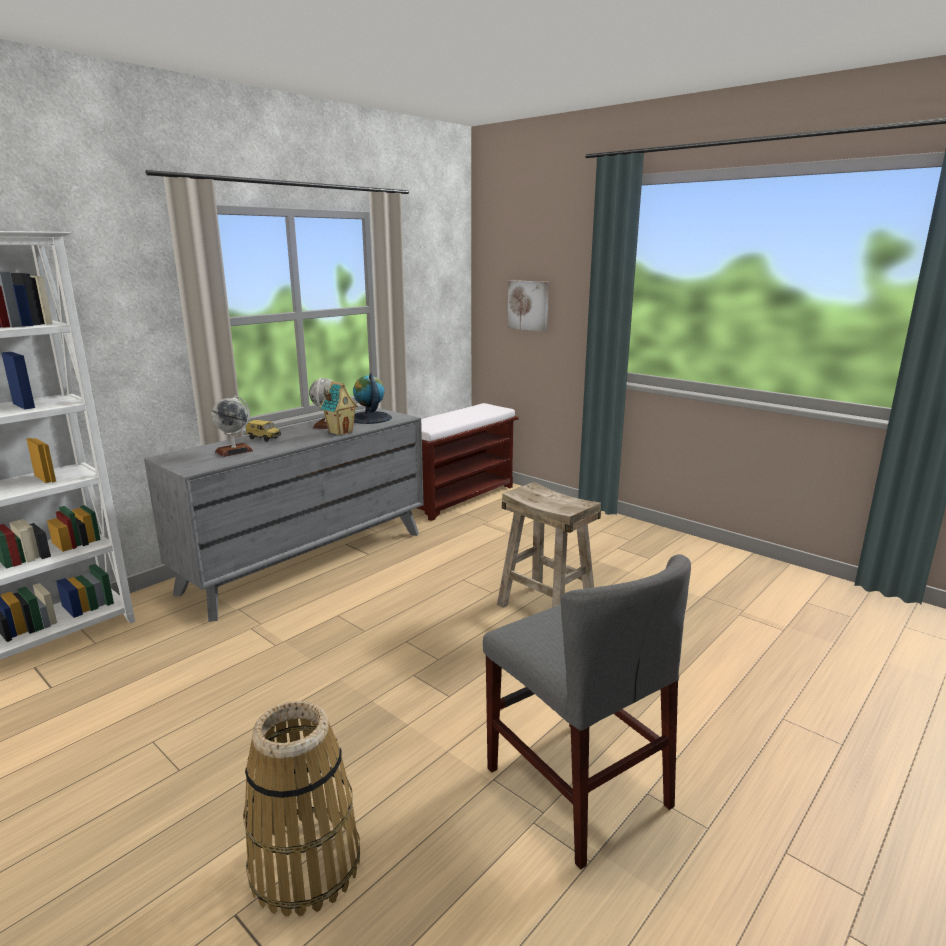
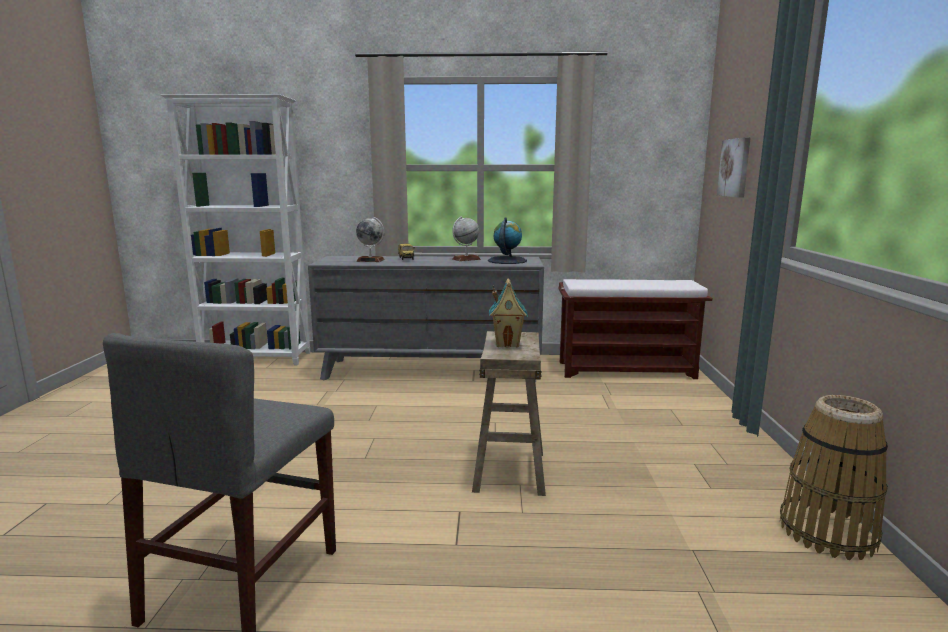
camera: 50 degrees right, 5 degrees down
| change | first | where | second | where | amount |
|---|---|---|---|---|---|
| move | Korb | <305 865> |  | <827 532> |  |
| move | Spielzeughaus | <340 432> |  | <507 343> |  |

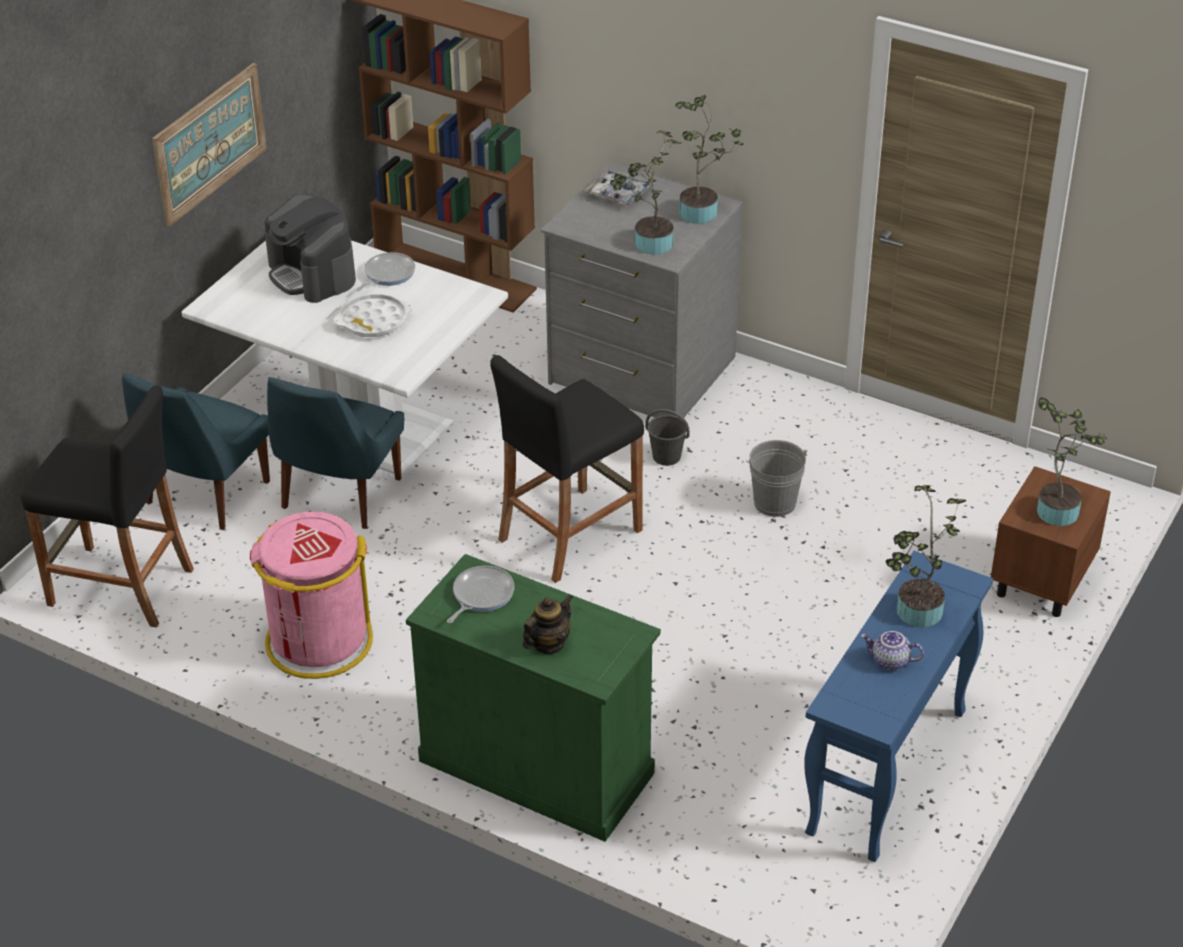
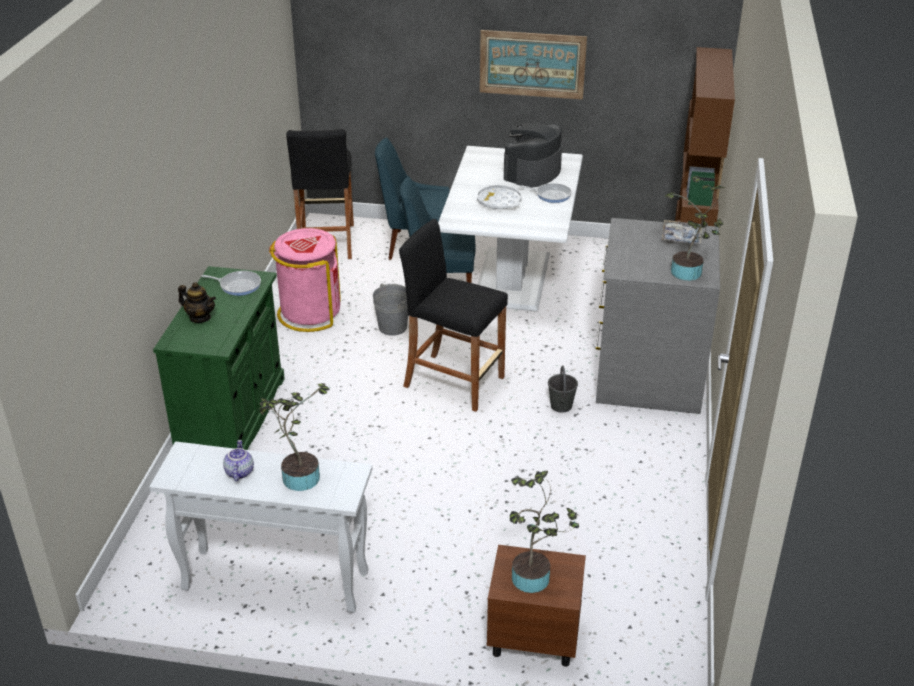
camera: 70 degrees right, 5 degrees down
| change | first | where | second | where | amount |
|---|---|---|---|---|---|
| delete | Topfpflanze | <649 244> |  |  |  |
| move | Eimer [grau] | <775 502> |  | <393 327> |  |
| recolor | Konsolentisch [blau] | <887 773> | Konsolentisch [weiß] | <274 581> |  |

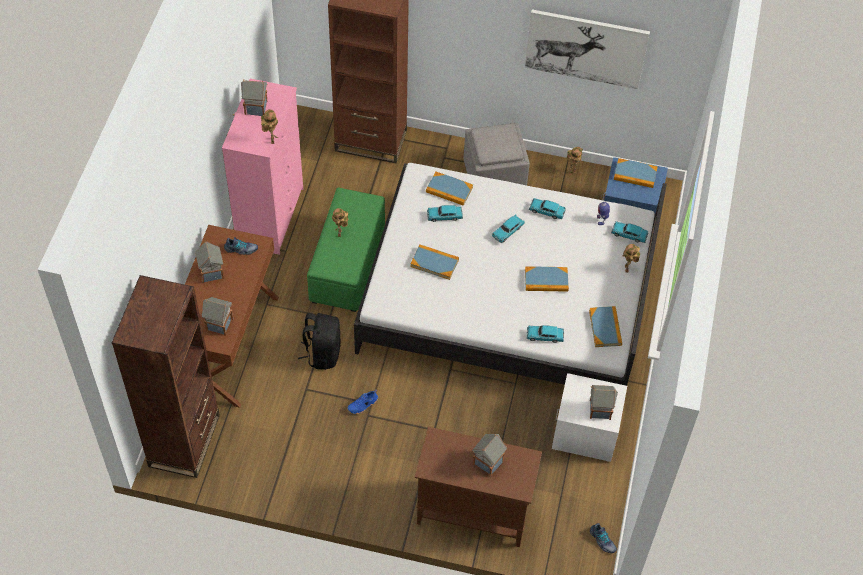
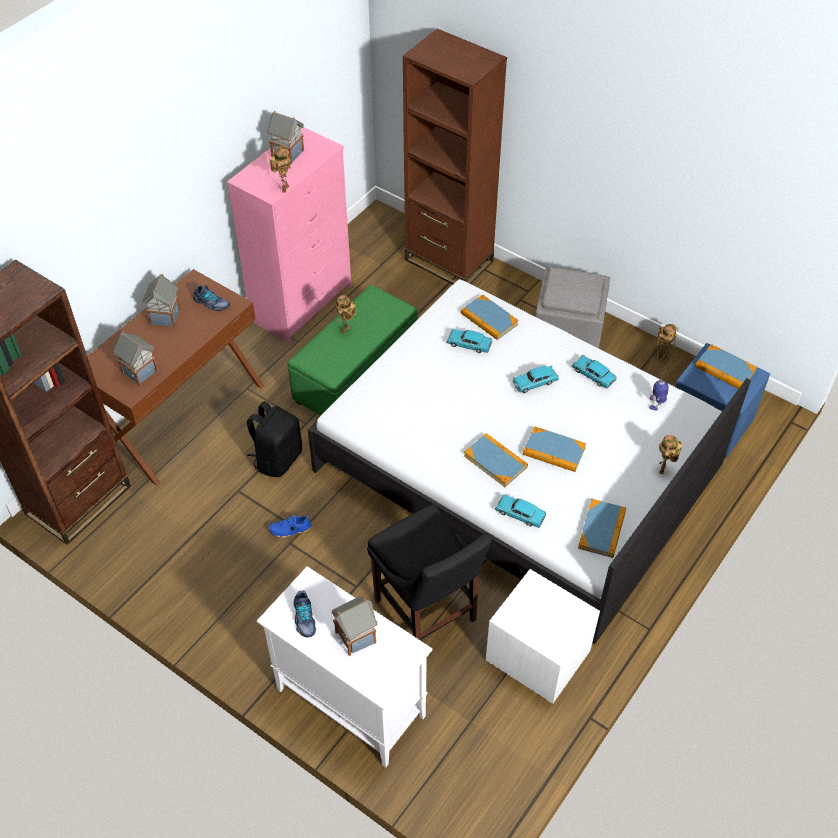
camera: 25 degrees right, 5 degrees down
| change | first | where | second | where | amount |
|---|---|---|---|---|---|
| move | Buch | <434 263> |  | <495 461> |  |
| recolor | Schrank [braun] | <472 513> | Schrank [weiß] | <349 702> |  |
| delete | Bild | <586 48> |  |  |  |
| delete | Spielzeughaus | <599 410> |  |  |  |
| move | Schuh | <602 541> |  | <304 618> |  |
| delete | Spielzeugauto [türkis] | <629 235> |  |  |  |
| insert |  |  | Stuhl [schwarz] | <427 614> |  |

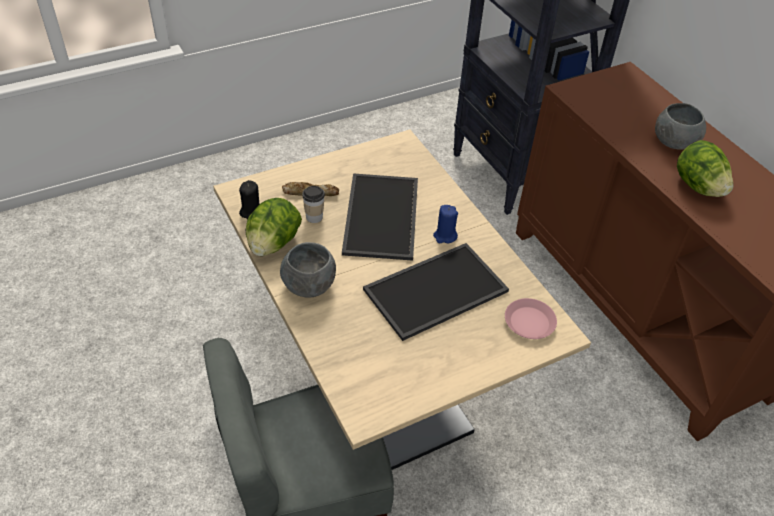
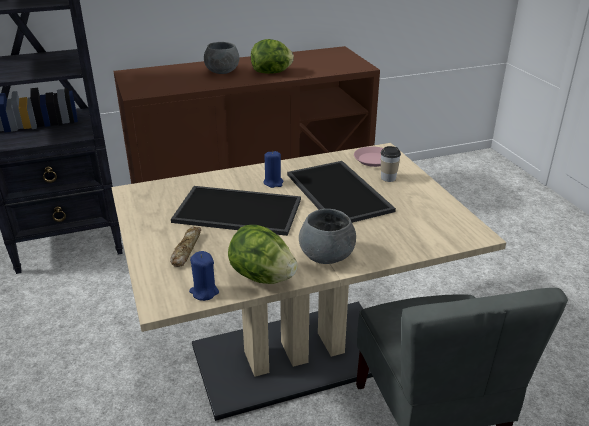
camera: 80 degrees left, 15 degrees down
| change | first | where | second | where | amount |
|---|---|---|---|---|---|
| recolor | Kerze [schwarz] | <251 212> | Kerze [blau] | <204 292> |  |
| move | Tasse | <314 217> |  | <388 178> |  |

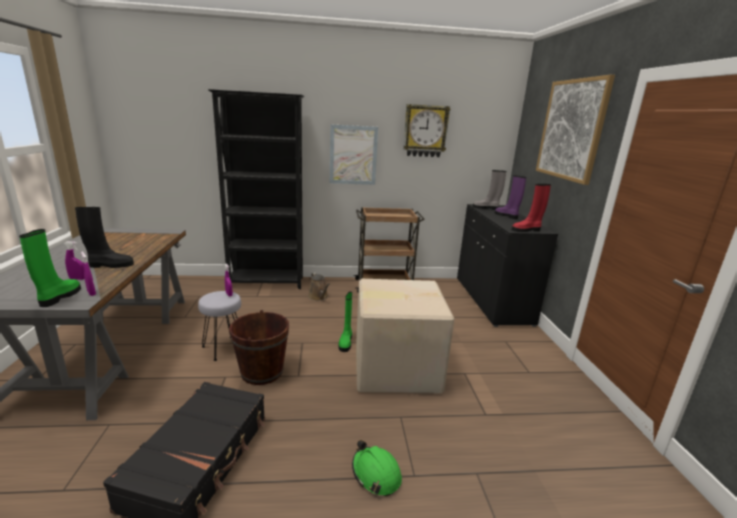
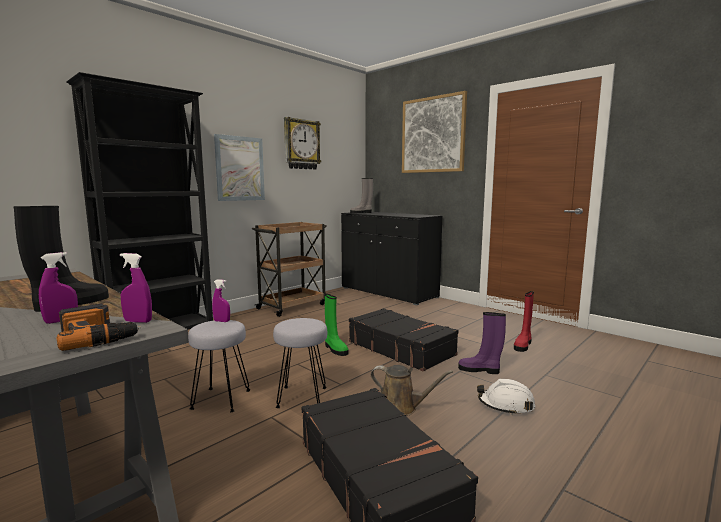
camera: 40 degrees left, 10 degrees down
| change | first | where | second | where | amount |
|---|---|---|---|---|---|
| replace | Stiefel [grün] | <59 297> | Bohrmaschine | <98 335> |  |
| replace | Eimer [braun] | <262 372> | Hocker [grau] | <302 397> |  |
| move | Gießkanne [braun] | <319 297> |  | <402 407> |  |
| recolor | Schutzhelm [grün] | <376 474> | Schutzhelm [weiß] | <506 405> |  |
| replace | Karton | <394 367> | Koffer [schwarz] | <401 348> |  |
| move | Stiefel [lila] | <507 216> |  | <480 370> |  |
| move | Stiefel [rot] | <526 230> |  | <523 345> |  |

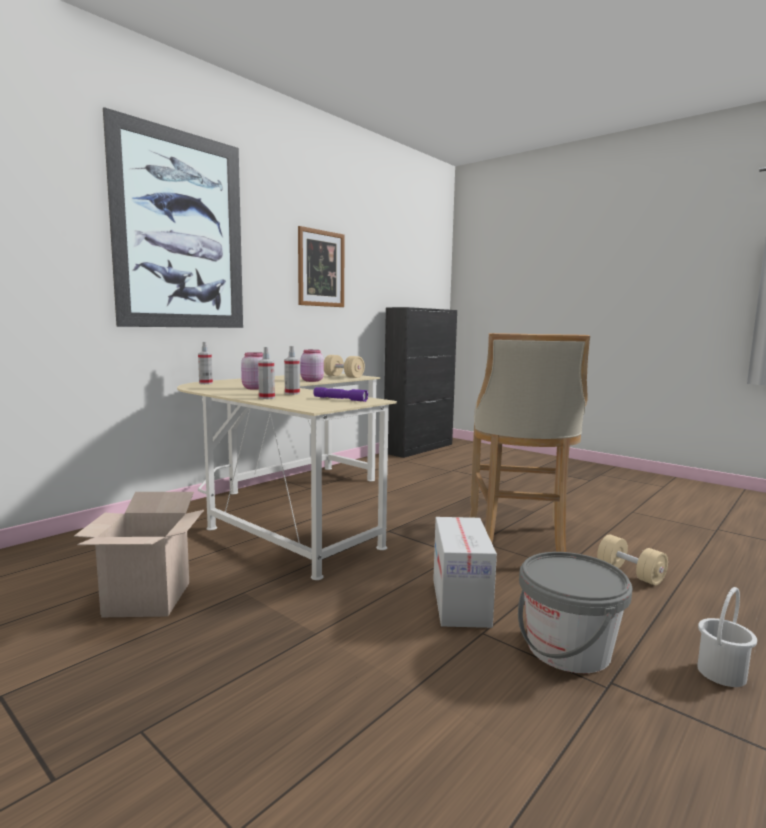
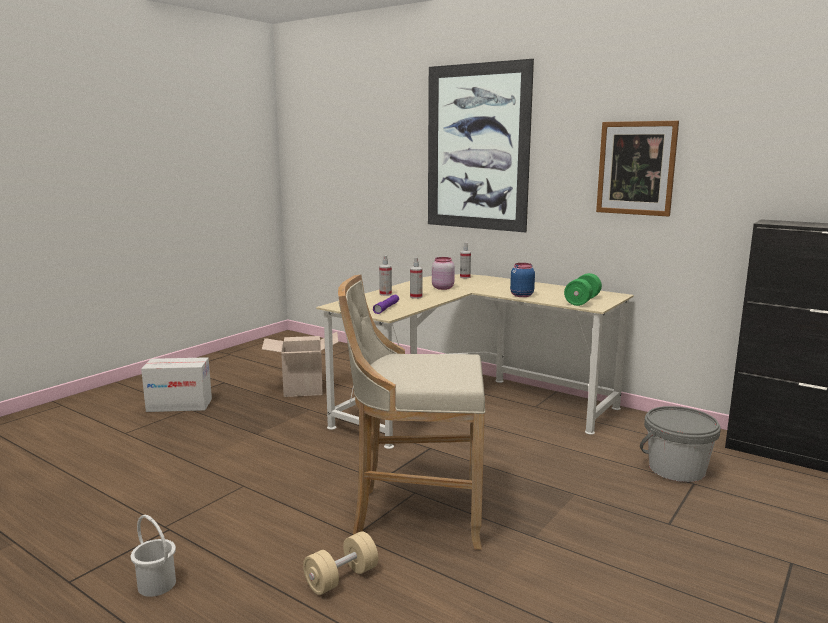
camera: 85 degrees right, 5 degrees up
| change | first | where | second | where | amount |
|---|---|---|---|---|---|
| recolor | Vorratsglas [rosa] | <311 381> | Vorratsglas [blau] | <521 295> |  |
| recolor | Hantel [beige] | <343 376> | Hantel [grün] | <582 301> |  |
| move | Karton | <460 602> |  | <179 405> |  |
| move | Eimer [grau] | <568 649> |  | <676 469> |  |

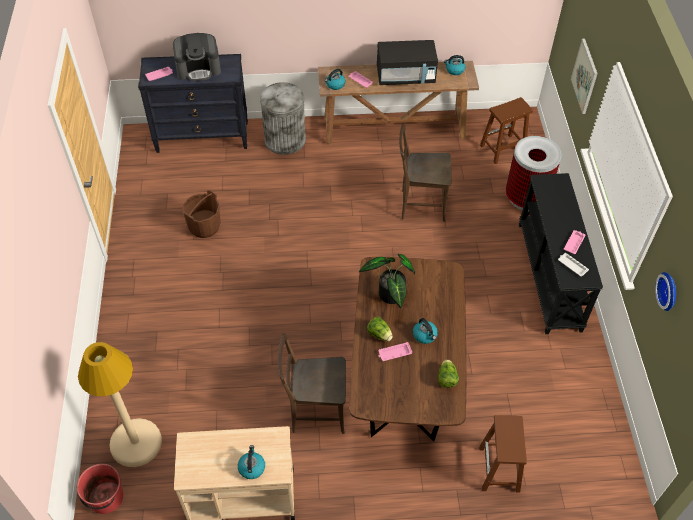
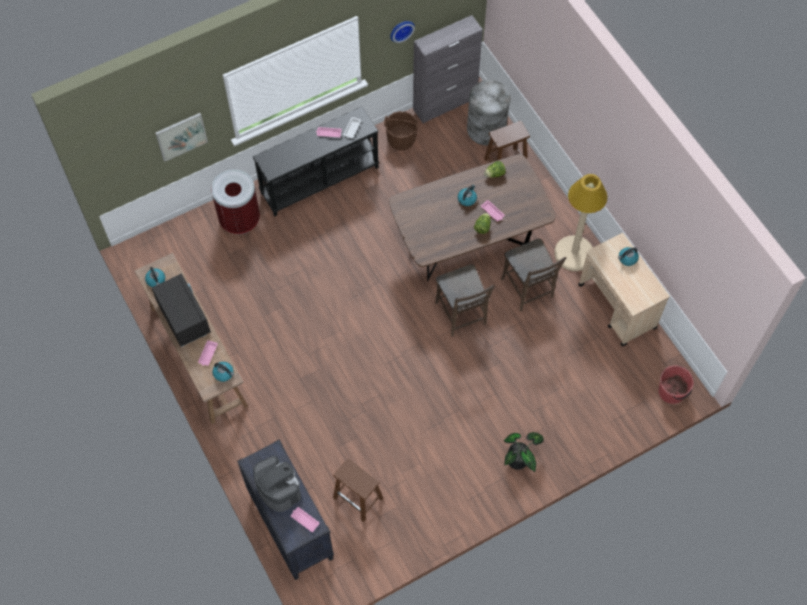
camera: 115 degrees left, 10 degrees up
| change | first | where | second | where | amount |
|---|---|---|---|---|---|
| move | Stehlampe [beige] | <136 443> |  | <574 253> |  |
| move | Eimer [braun] | <204 226> |  | <401 139> |  |
| move | Mülleimer [grau] | <285 140> |  | <486 129> |  |
| move | Topfpflanze | <390 296> |  | <520 459> |  |
| move | Stuhl [braun] | <419 205> |  | <461 316> |  |
| move | Hocker [braun] | <502 149> |  | <359 498> |  |
| insert |  |  | Schrank [grau] | <445 103> |  |

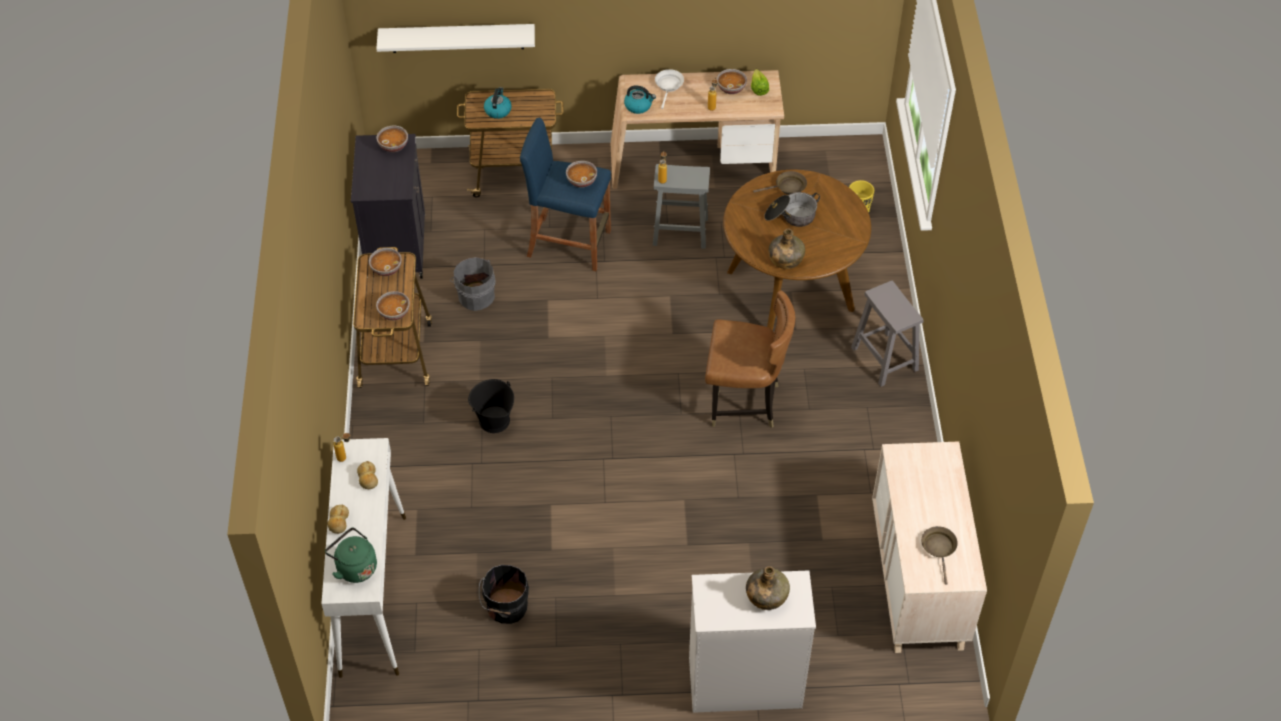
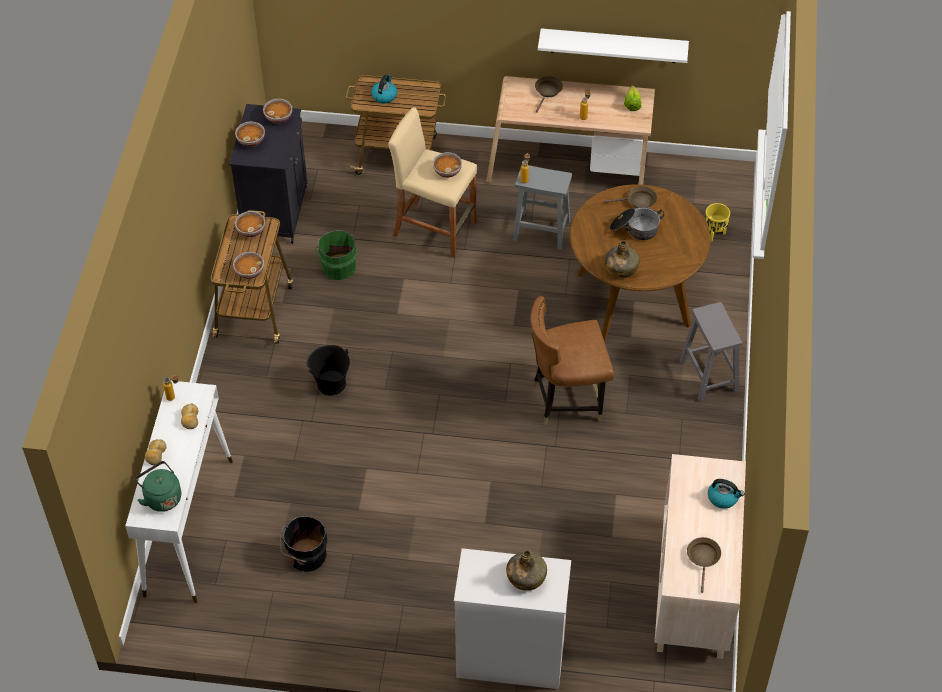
camera: 10 degrees right, 0 degrees up
| change | first | where | second | where | amount |
|---|---|---|---|---|---|
| move | Wandregal [weiß] | <457 38> |  | <613 45> |  |
| recolor | Eimer [grau] | <475 295> | Eimer [grün] | <338 266> |  |
| recolor | Hocker [blau] | <569 244> | Hocker [beige] | <435 229> |  |
| move | Wasserkessel | <638 106> |  | <723 498> |  |
| recolor | Pfanne [weiß] | <669 86> | Pfanne [braun] | <547 92> |  |
| rotate | Stuhl [braun] | <744 403> |  | <566 399> | 150 degrees clockwise |
| move | Schüssel | <731 88> |  | <251 140> |  |

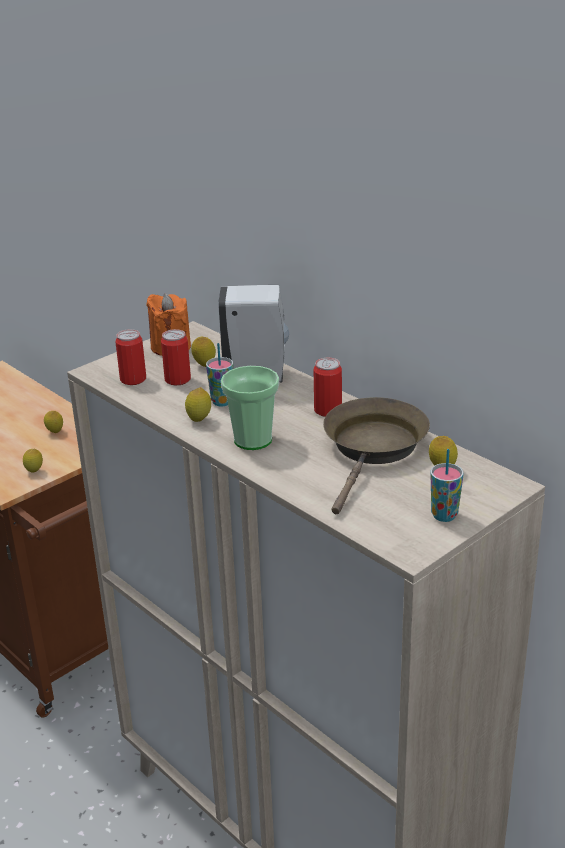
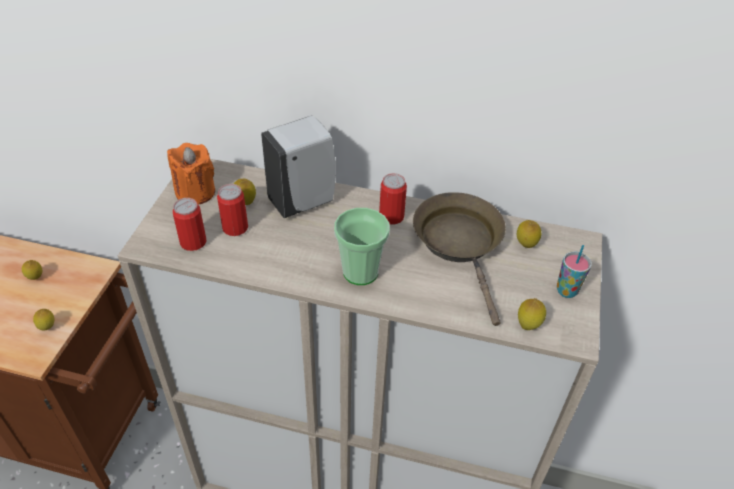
camera: 35 degrees left, 15 degrees up
| change | first | where | second | where | amount |
|---|---|---|---|---|---|
| move | Zitrone | <199 420> |  | <528 325> |  |
| delete | Tasse | <222 402> |  |  |  |

